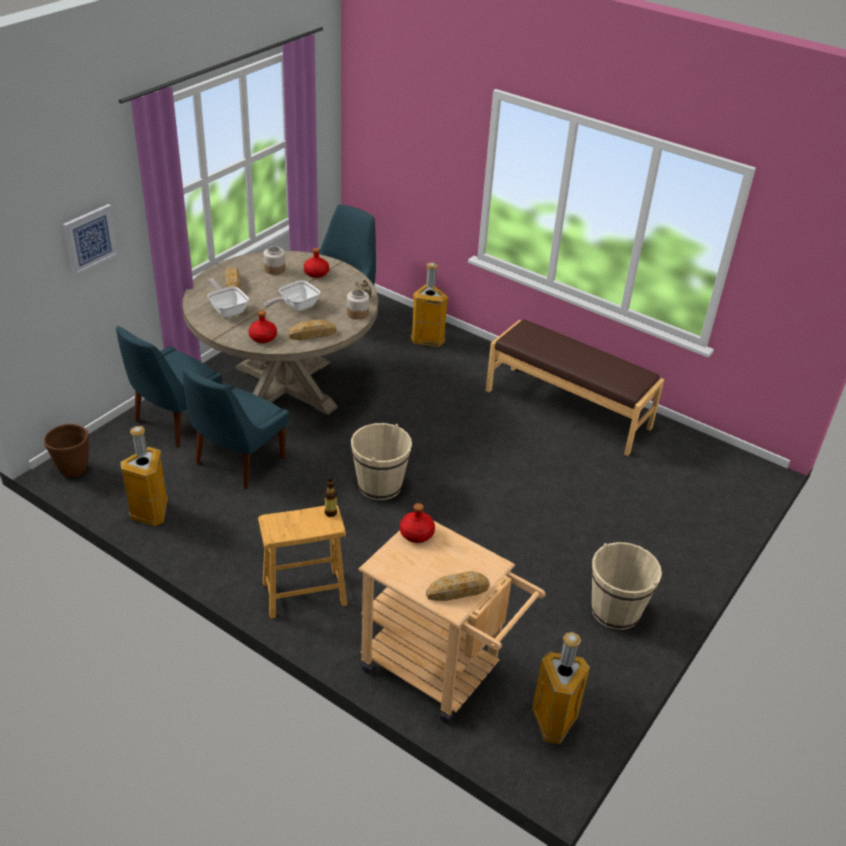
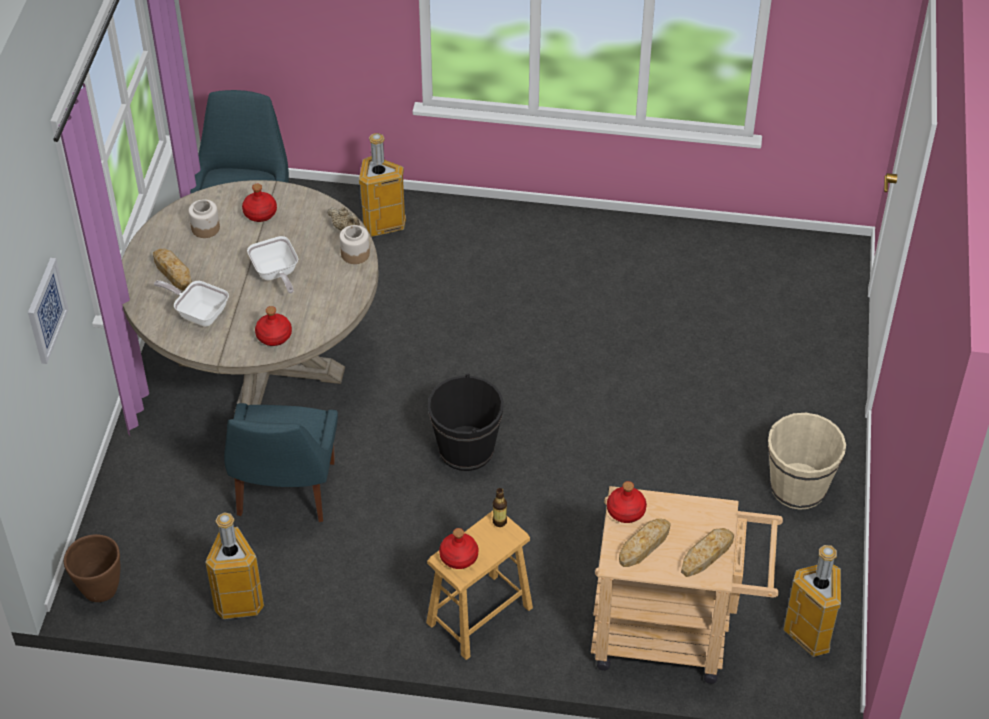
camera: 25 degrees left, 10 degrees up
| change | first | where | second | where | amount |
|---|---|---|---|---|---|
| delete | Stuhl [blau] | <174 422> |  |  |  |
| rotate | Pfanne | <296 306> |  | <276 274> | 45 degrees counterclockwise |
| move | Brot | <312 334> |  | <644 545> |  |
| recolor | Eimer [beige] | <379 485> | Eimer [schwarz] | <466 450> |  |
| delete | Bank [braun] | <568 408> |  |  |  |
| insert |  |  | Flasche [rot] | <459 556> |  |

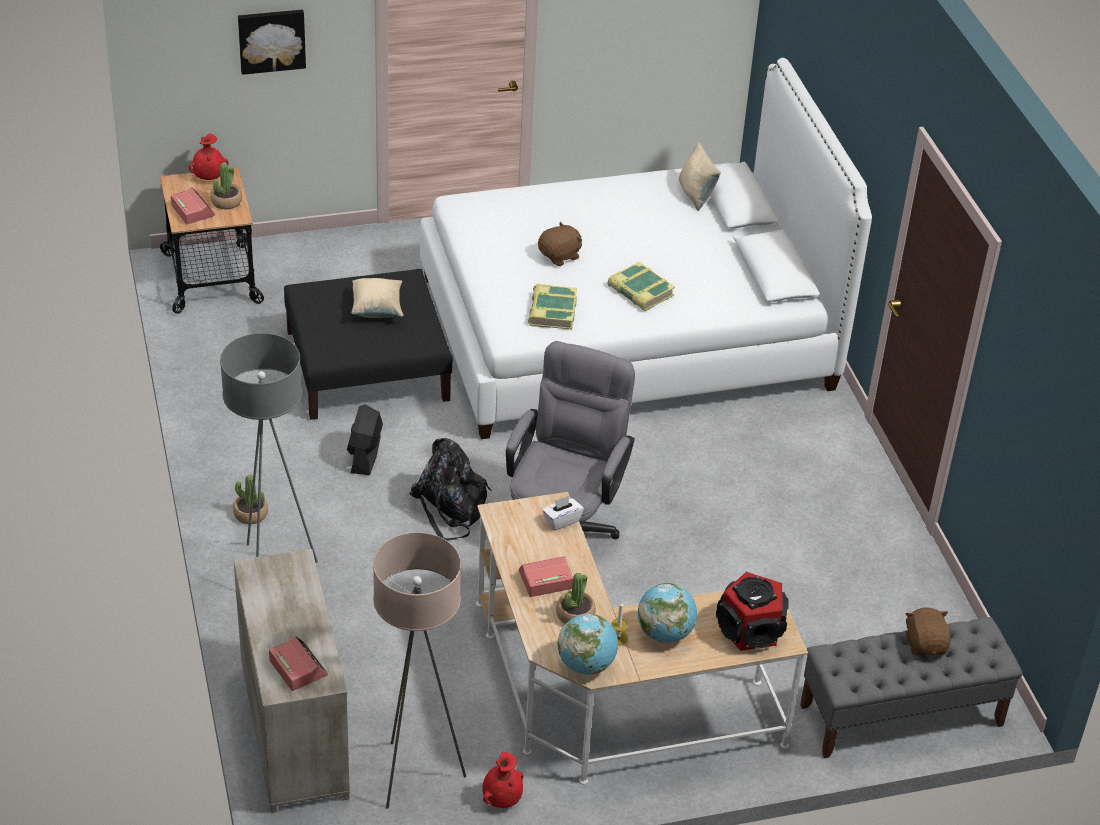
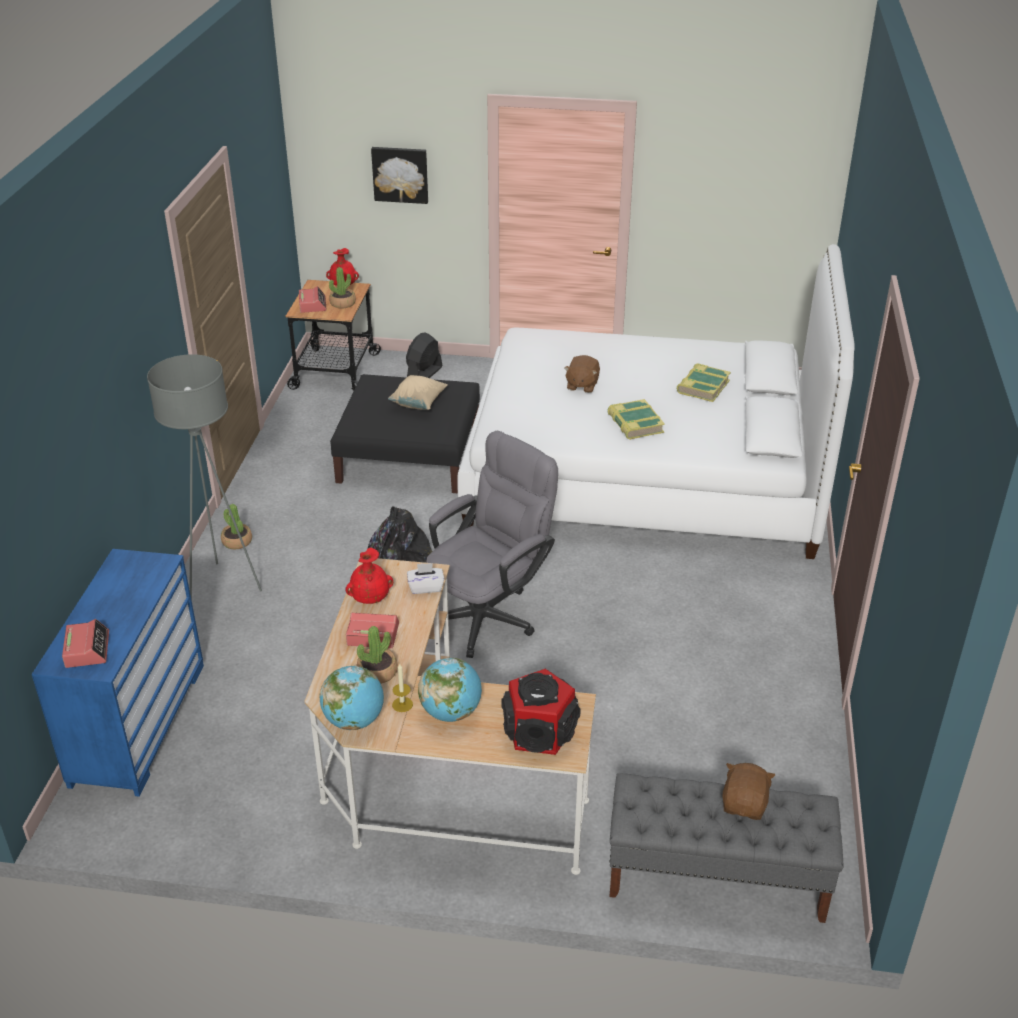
camera: 25 degrees right, 5 degrees down
| change | first | where | second | where | amount |
|---|---|---|---|---|---|
| recolor | Kommode [beige] | <292 731> | Kommode [blau] | <137 723> |  |
| move | Ventilator [schwarz] | <365 455> |  | <424 374> |  |
| delete | Stehlampe [beige] | <415 775> |  |  |  |
| move | Vase [rot] | <501 798> |  | <370 598> |  |
| move | Buch | <552 311> |  | <702 387> |  |
| rotate | Plüschtier [braun] | <560 256> |  | <582 385> | 120 degrees clockwise |
| delete | Kissen [beige] | <696 195> |  |  |  |

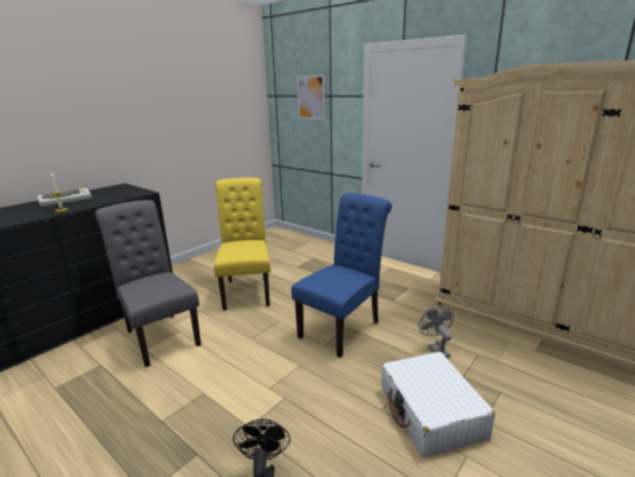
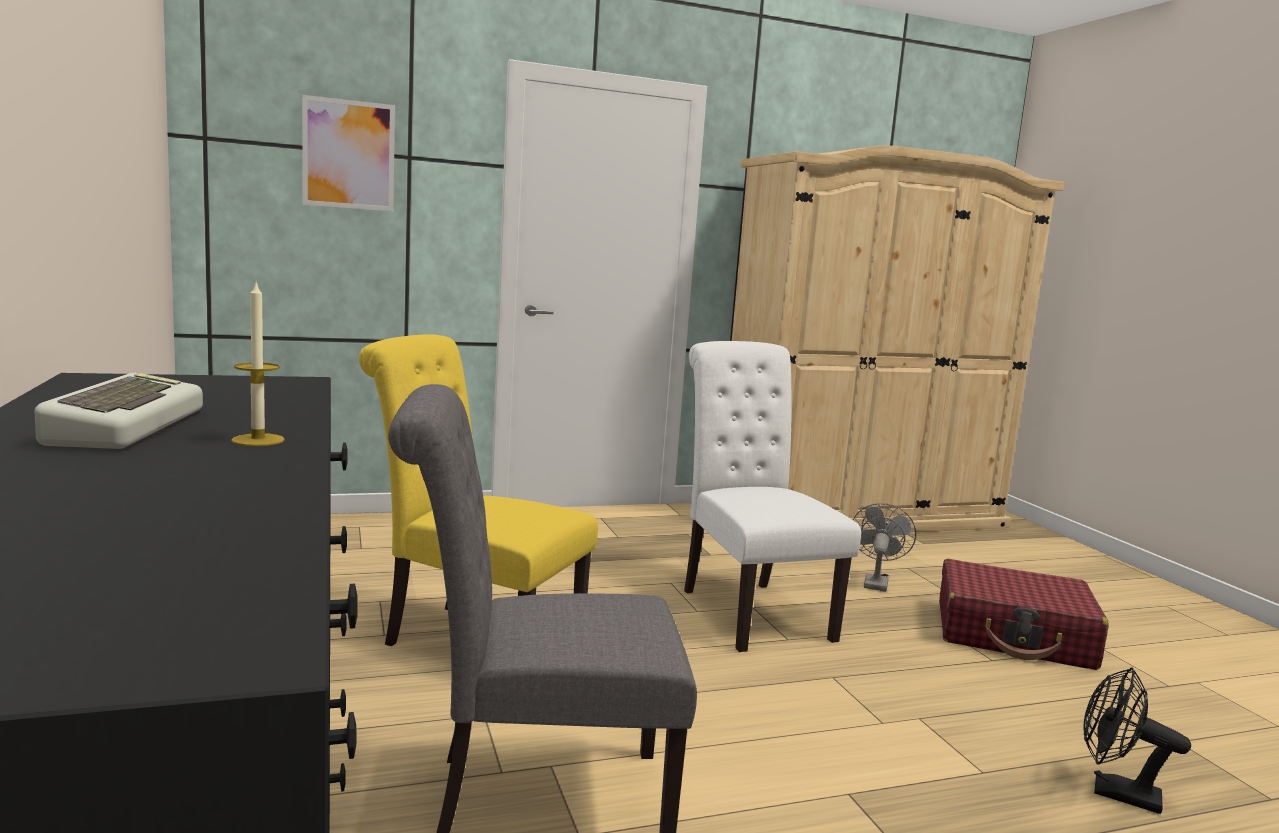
camera: 60 degrees left, 10 degrees down
| change | first | where | second | where | amount |
|---|---|---|---|---|---|
| recolor | Stuhl [blau] | <343 327> | Stuhl [weiß] | <750 610> |  |
| recolor | Koffer [weiß] | <431 413> | Koffer [rot] | <1013 635> |  |
| rotate | Ventilator [grau] | <436 349> |  | <875 582> | 90 degrees clockwise |

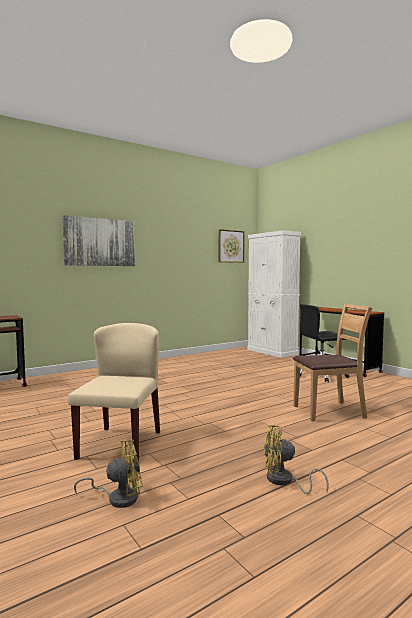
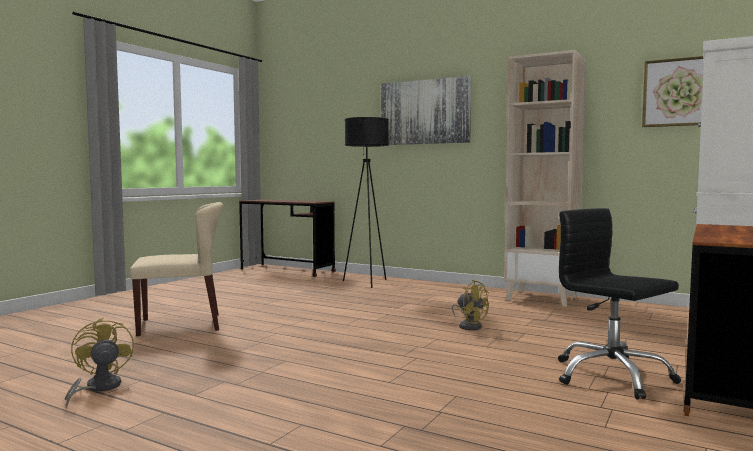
camera: 65 degrees right, 0 degrees up
| change | first | where | second | where | amount |
|---|---|---|---|---|---|
| move | Ventilator [gelb] | <118 498> |  | <469 326> |  |
| delete | Stuhl [braun] | <329 411> |  |  |  |
| insert |  |  | Stehlampe [schwarz] | <366 282> |  |
| insert |  |  | Bücherregal [beige] | <542 298> |  |

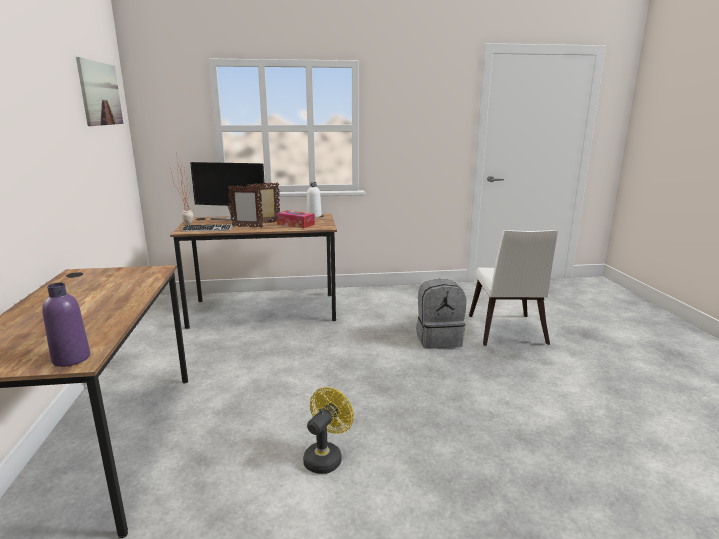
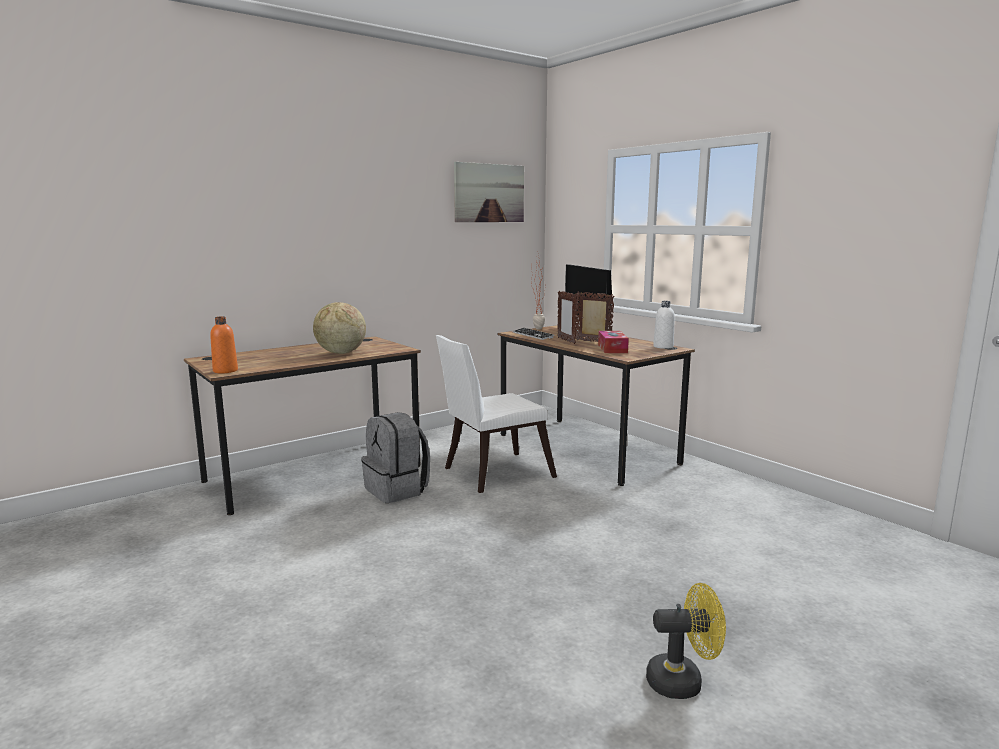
camera: 60 degrees right, 5 degrees down
| change | first | where | second | where | amount |
|---|---|---|---|---|---|
| recolor | Flasche [lila] | <71 359> | Flasche [orange] | <225 371> |  |
| move | Ventilator [gelb] | <326 457> |  | <683 681> |  |
| move | Rucksack [grau] | <438 339> |  | <397 490> |  |
| move | Stuhl [weiß] | <506 332> |  | <492 473> |  |
| insert |  |  | Globus | <340 353> |  |

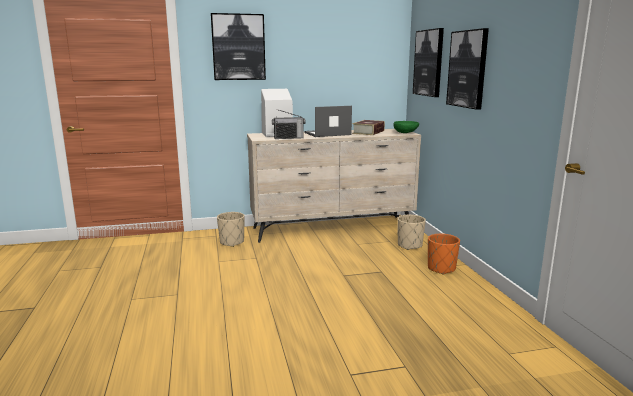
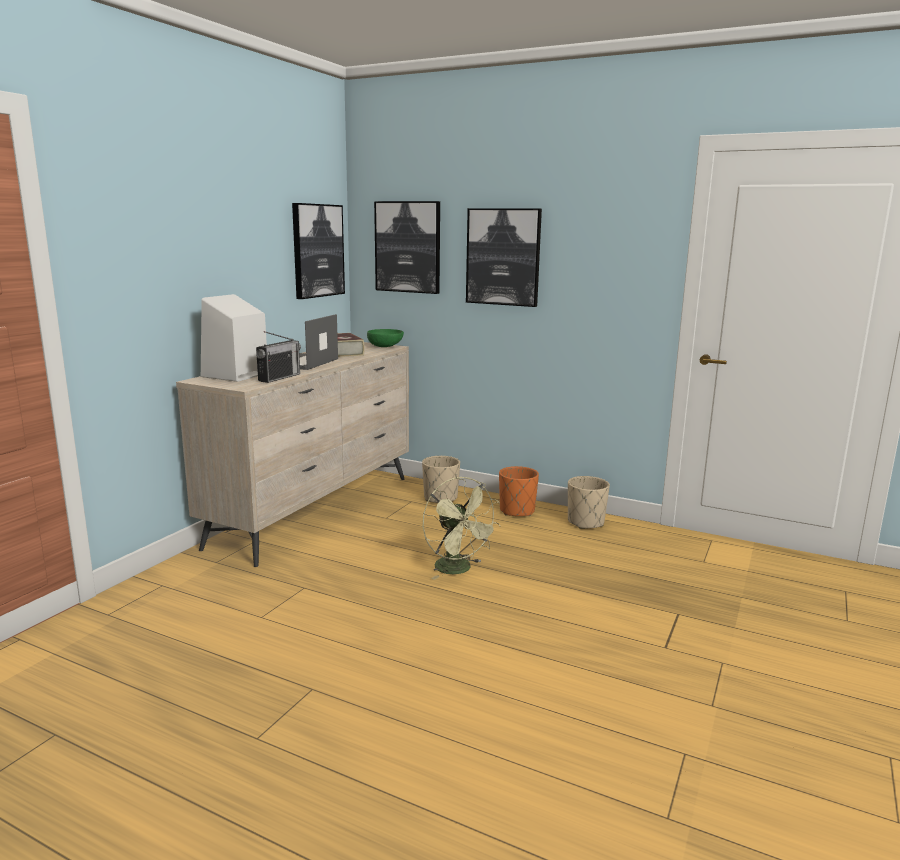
camera: 50 degrees left, 0 degrees up
| change | first | where | second | where | amount |
|---|---|---|---|---|---|
| move | Bild | <238 47> |  | <317 250> |  |
| move | Pflanzkübel [beige] | <232 242> |  | <585 522> |  |
| insert |  |  | Ventilator [grün] | <458 570> |  |

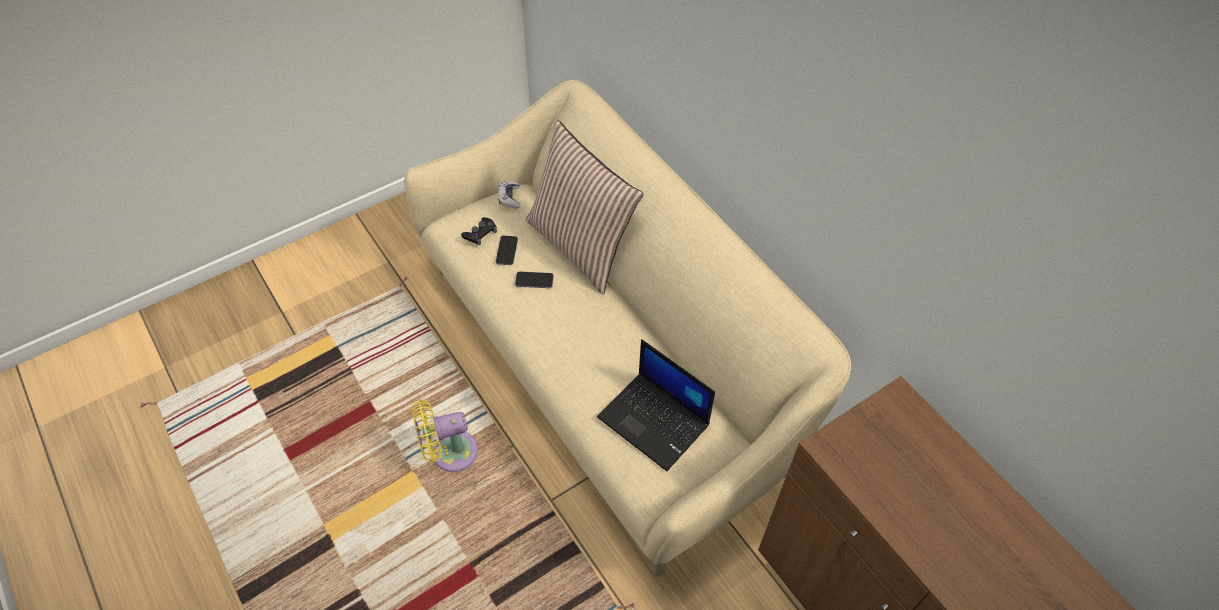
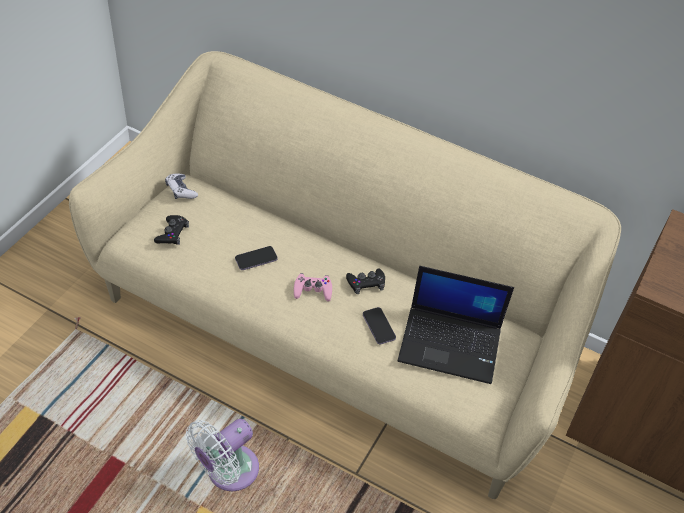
camera: 30 degrees left, 5 degrees down
| change | first | where | second | where | amount |
|---|---|---|---|---|---|
| recolor | Ventilator [gelb] | <449 453> | Ventilator [weiß] | <228 472> |  |
| move | Handy | <507 251> |  | <378 326> |  |
| delete | Kissen | <581 246> |  |  |  |
| insert |  |  | Gamepad [rosa] | <313 290> |  |
| insert |  |  | Gamepad [schwarz] | <366 283> |  |

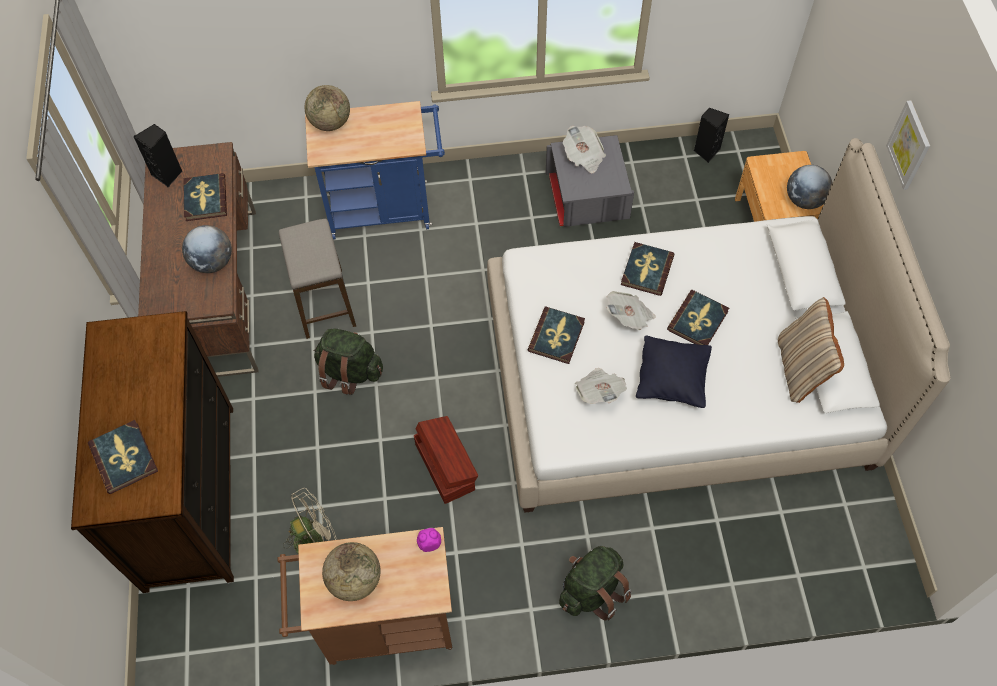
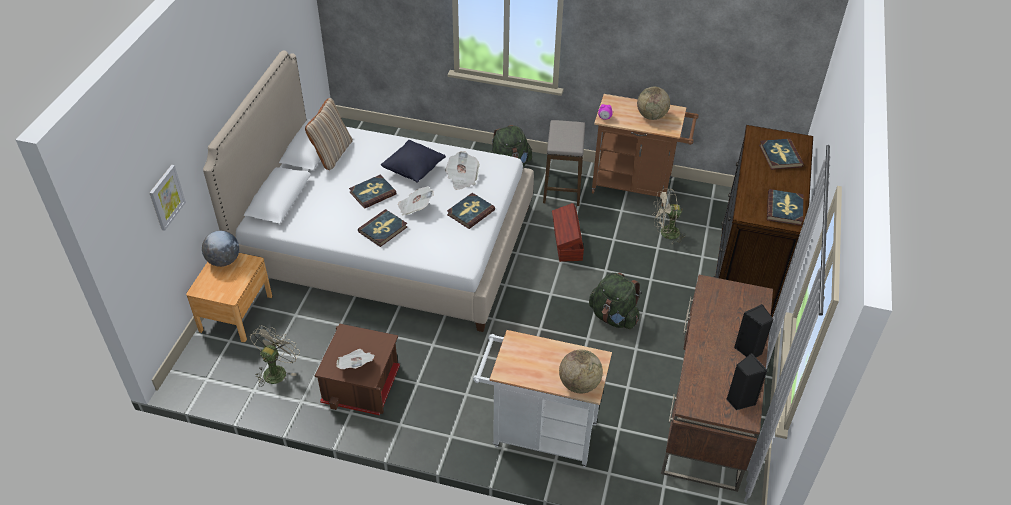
camera: 160 degrees left, 15 degrees down
| change | first | where | second | where | amount |
|---|---|---|---|---|---|
| delete | Globus | <213 262> |  |  |  |
| move | Buch | <205 199> |  | <784 209> |  |
| move | Hocker | <324 303> |  | <562 188> |  |
| recolor | Rollwagen [blau] | <386 209> | Rollwagen [weiß] | <538 434> |  |
| recolor | Aufbewahrungsbox [grau] | <586 198> | Aufbewahrungsbox [braun] | <362 383> |  |
| move | Lautsprecher [schwarz] | <706 151> |  | <749 350> |  |
| move | Bild | <909 145> |  | <166 197> |  |
| insert |  |  | Ventilator [beige] | <276 370> |  |

